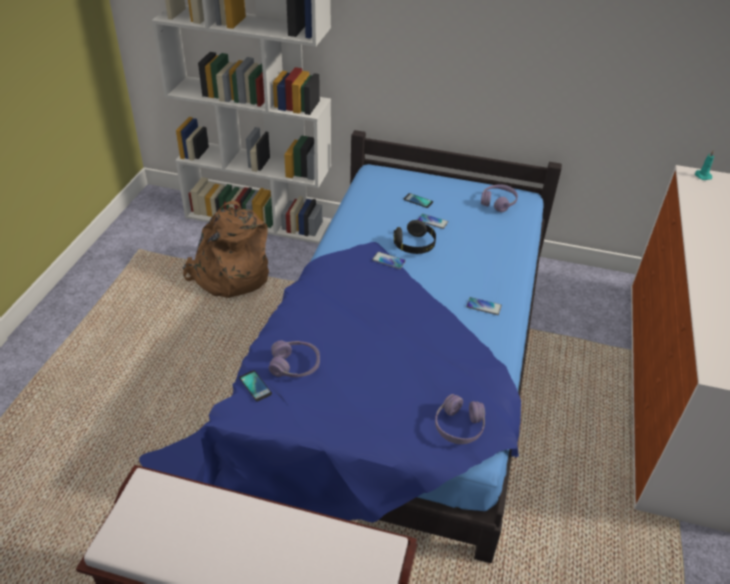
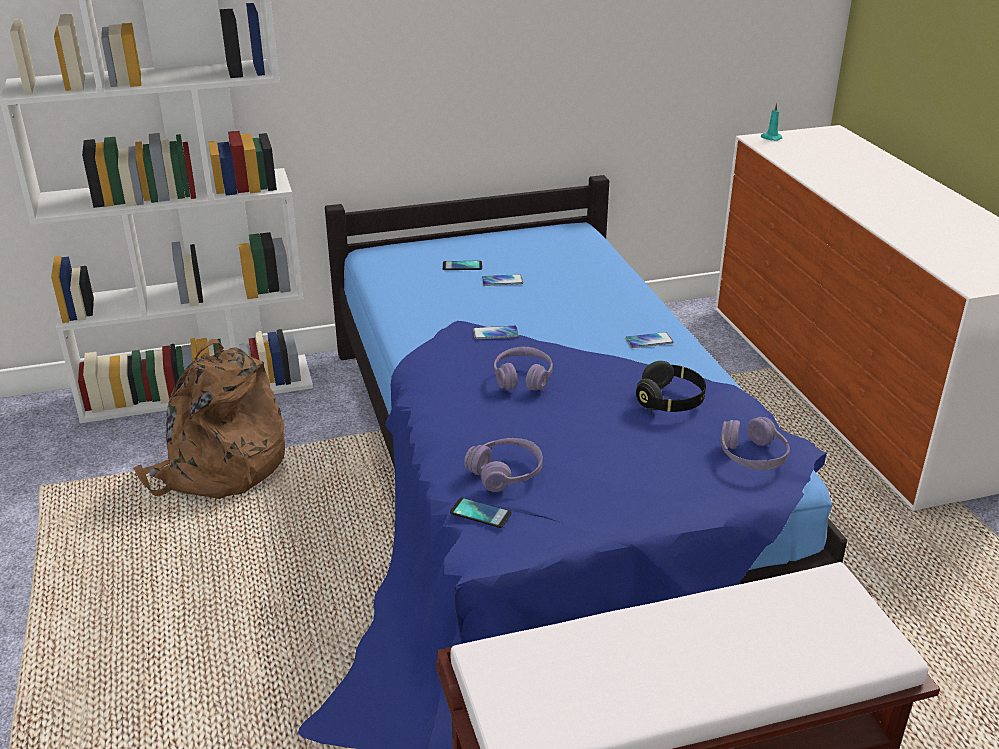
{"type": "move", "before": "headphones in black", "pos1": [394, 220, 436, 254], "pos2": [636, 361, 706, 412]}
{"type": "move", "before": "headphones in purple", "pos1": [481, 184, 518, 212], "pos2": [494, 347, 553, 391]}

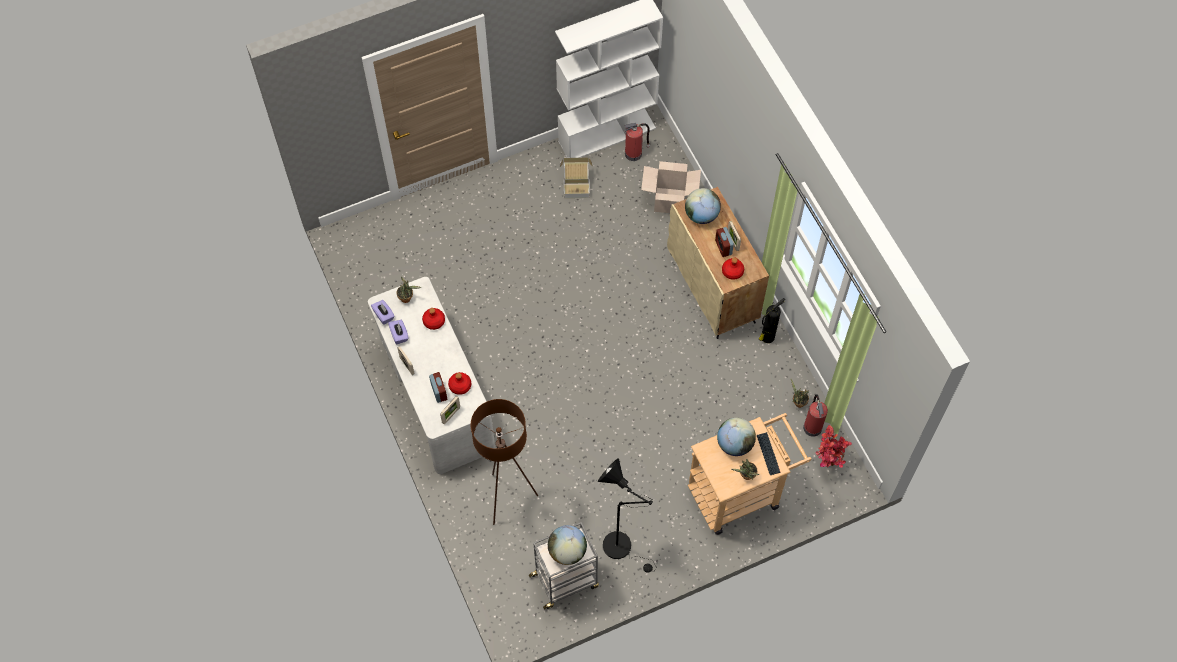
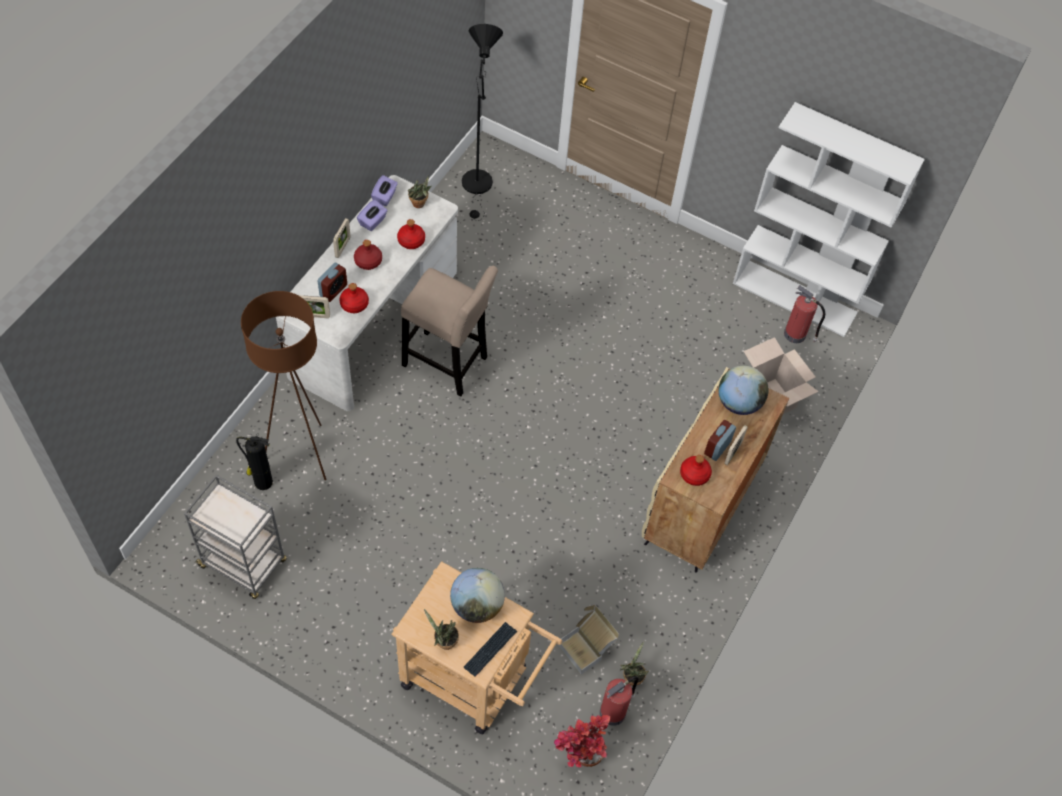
{"type": "delete", "before": "globe", "pos1": [548, 525, 587, 565]}
{"type": "move", "before": "cardboard box", "pos1": [560, 157, 593, 198], "pos2": [558, 605, 619, 674]}
{"type": "move", "before": "floor lamp in black", "pos1": [598, 458, 657, 573], "pos2": [462, 24, 503, 221]}
{"type": "move", "before": "fire extinguisher", "pos1": [759, 298, 785, 343], "pos2": [236, 433, 273, 490]}
{"type": "insert", "after": "bottle in red", "pos2": [354, 240, 382, 270]}
{"type": "insert", "after": "stool in beige", "pos2": [401, 266, 498, 396]}

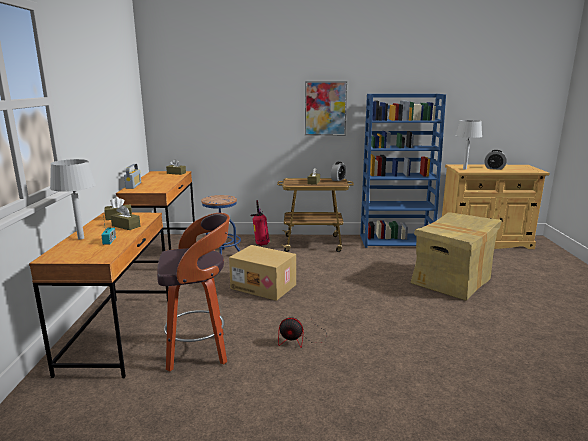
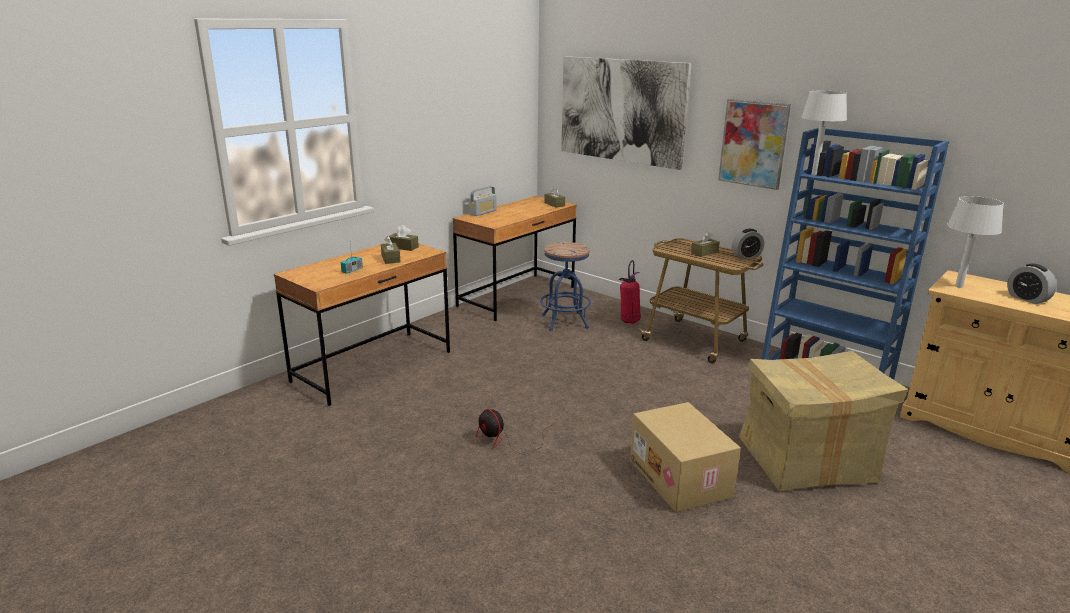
{"type": "move", "before": "table lamp in grey", "pos1": [50, 159, 96, 240], "pos2": [801, 91, 847, 175]}
{"type": "delete", "before": "stool", "pos1": [157, 213, 230, 371]}
{"type": "move", "before": "cardboard box", "pos1": [229, 245, 296, 301], "pos2": [630, 402, 741, 512]}
{"type": "insert", "after": "picture", "pos2": [561, 56, 692, 170]}

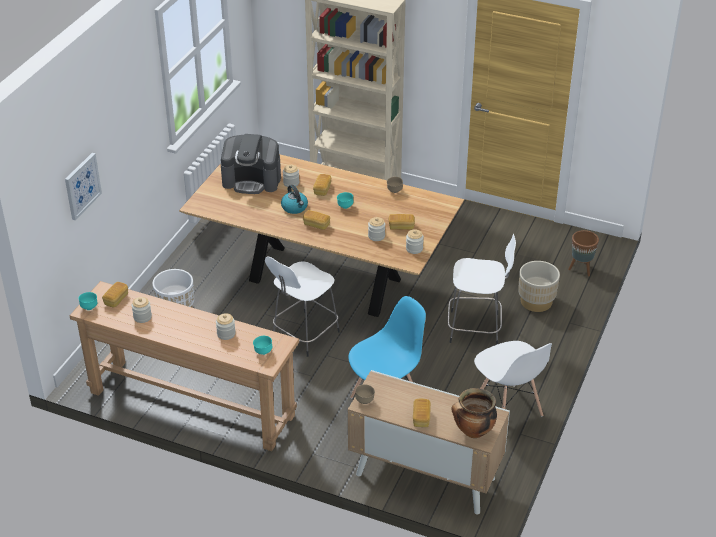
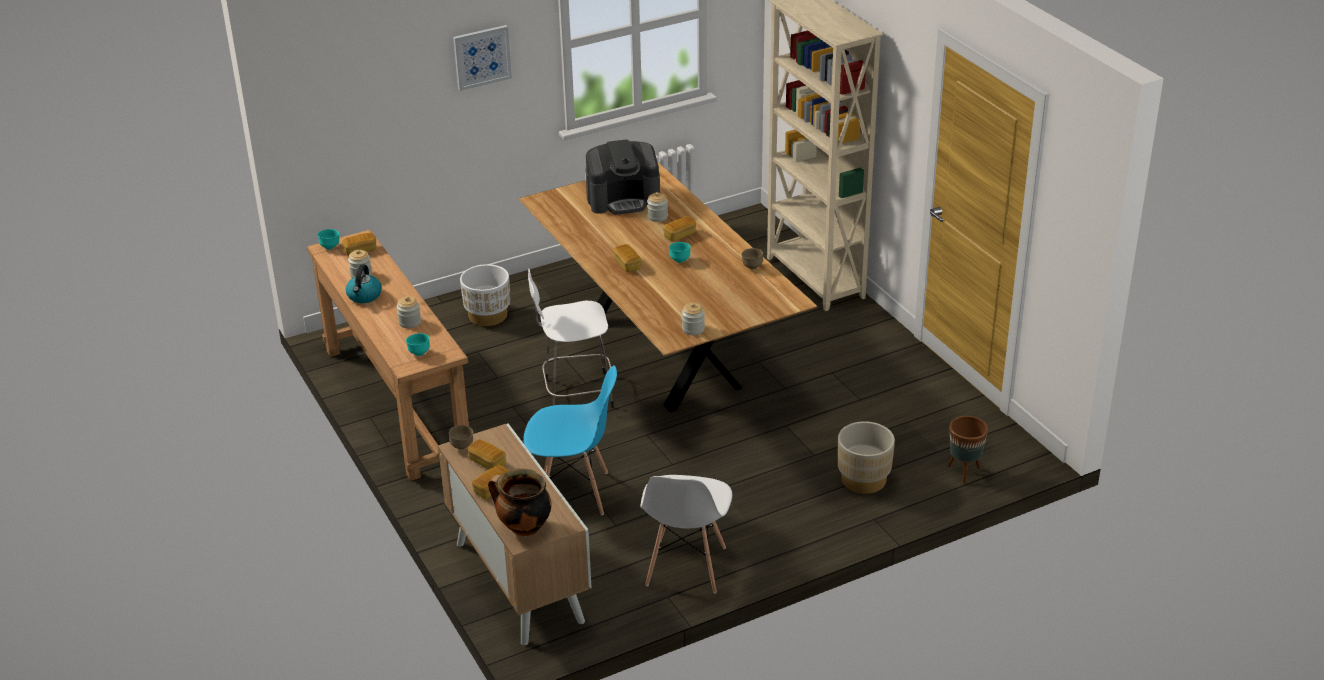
{"type": "move", "before": "picture", "pos1": [65, 153, 102, 221], "pos2": [453, 25, 512, 91]}
{"type": "rotate", "before": "coffee machine", "pos1": [221, 134, 281, 194], "pos2": [585, 140, 660, 215], "turn": -60}
{"type": "move", "before": "kettle", "pos1": [281, 185, 308, 214], "pos2": [346, 264, 382, 303]}
{"type": "delete", "before": "jar", "pos1": [368, 217, 385, 241]}
{"type": "move", "before": "bread", "pos1": [389, 214, 415, 230], "pos2": [468, 439, 506, 470]}
{"type": "delete", "before": "stool in white", "pos1": [448, 234, 516, 345]}

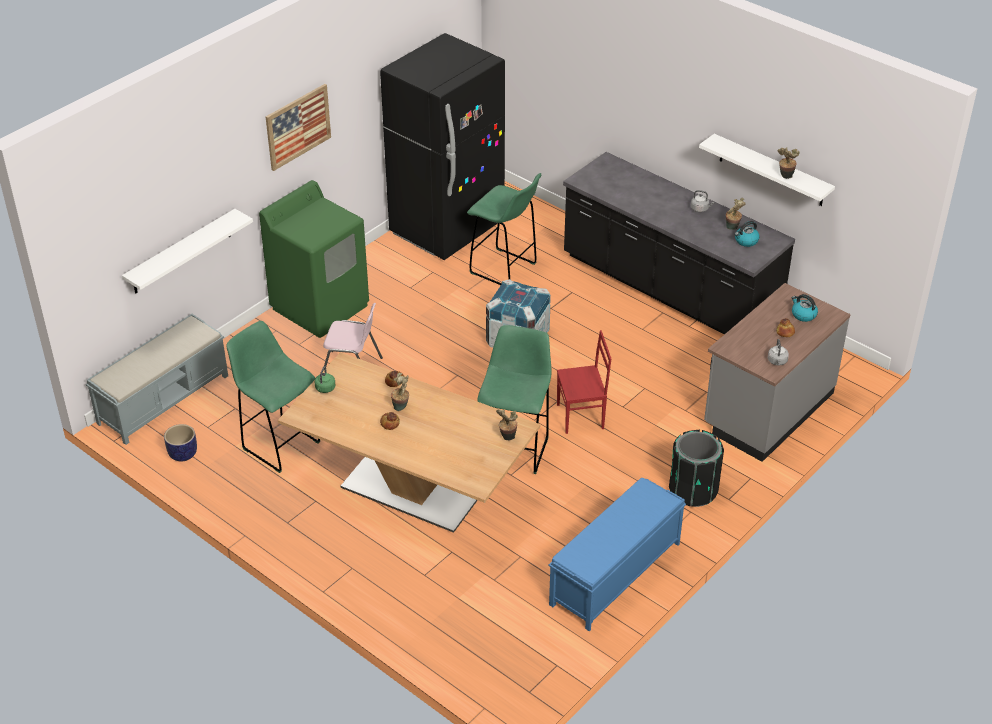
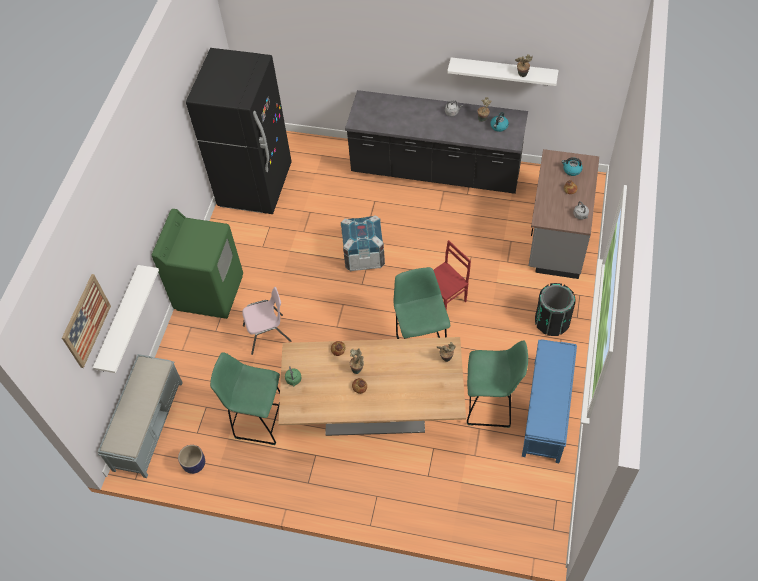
{"type": "move", "before": "picture", "pos1": [266, 84, 331, 171], "pos2": [62, 274, 111, 368]}
{"type": "move", "before": "stool in green", "pos1": [467, 173, 541, 285], "pos2": [467, 341, 528, 428]}

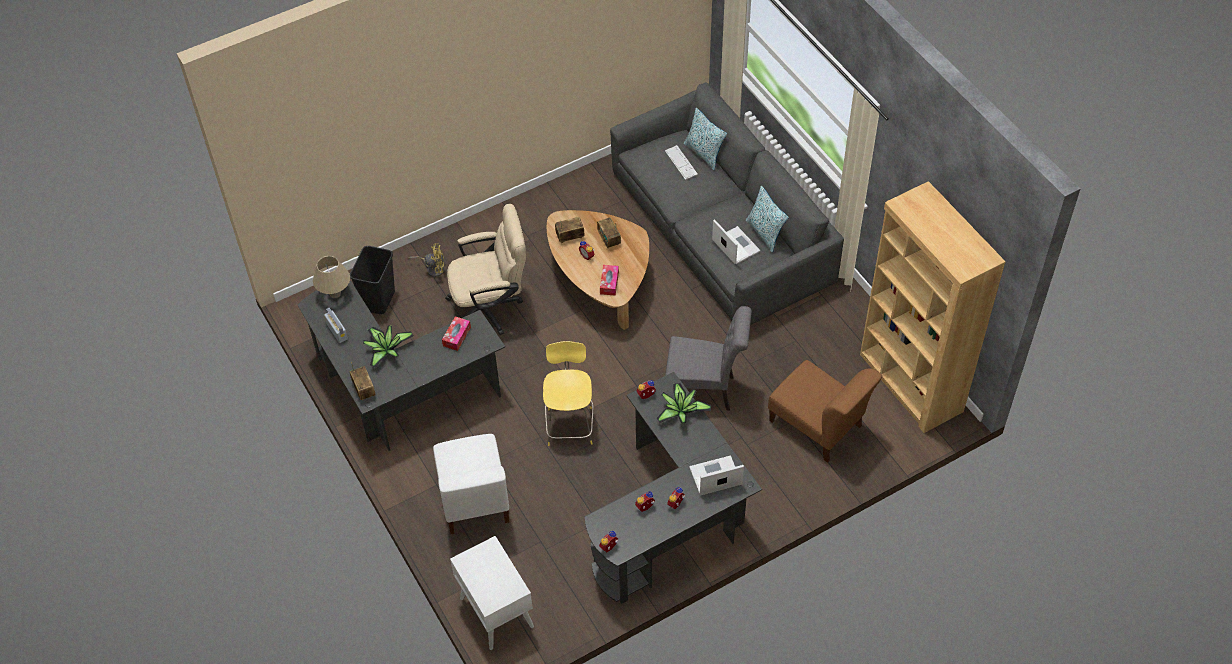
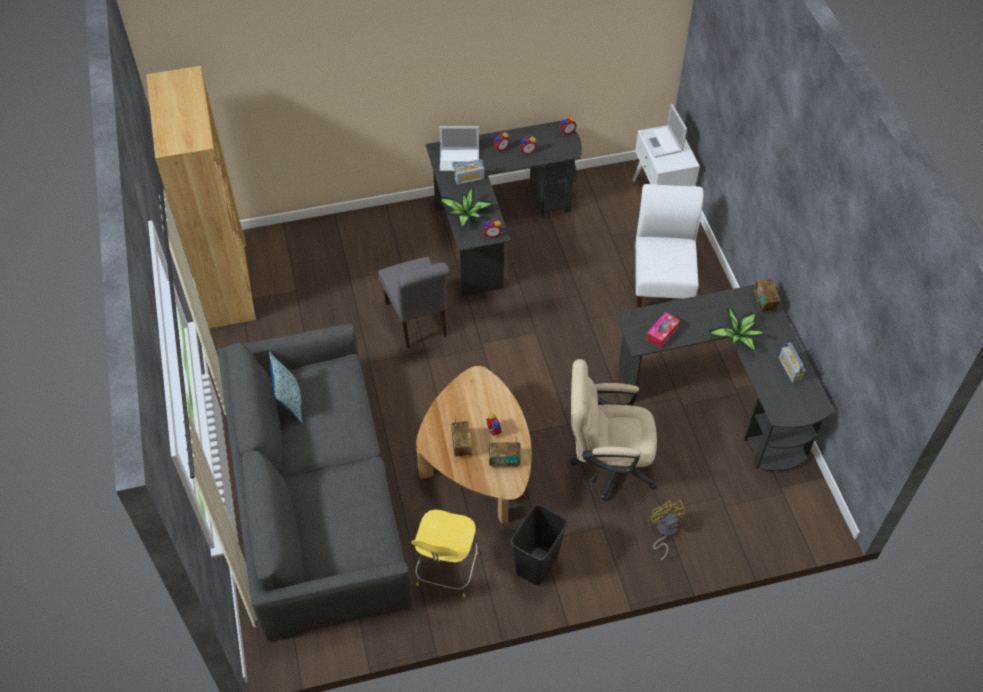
{"type": "delete", "before": "table lamp in beige", "pos1": [313, 256, 350, 298]}
{"type": "move", "before": "trash can in black", "pos1": [350, 246, 395, 314], "pos2": [510, 504, 568, 585]}
{"type": "rotate", "before": "fan in yellow", "pos1": [408, 243, 444, 277], "pos2": [650, 500, 685, 560], "turn": 60}
{"type": "move", "before": "stool in yellow", "pos1": [543, 341, 594, 446], "pos2": [411, 510, 478, 598]}
{"type": "delete", "before": "tissue box", "pos1": [600, 265, 619, 296]}
{"type": "delete", "before": "keyboard", "pos1": [665, 145, 698, 180]}
{"type": "rotate", "before": "chair in grey", "pos1": [665, 306, 752, 411], "pos2": [378, 257, 450, 348], "turn": -135}
{"type": "delete", "before": "pillow", "pos1": [684, 108, 727, 170]}
{"type": "move", "before": "laptop", "pos1": [712, 219, 760, 264], "pos2": [641, 104, 687, 158]}
{"type": "delete", "before": "chair in brown", "pos1": [768, 360, 882, 463]}
{"type": "insert", "after": "radio", "pos2": [454, 159, 485, 185]}

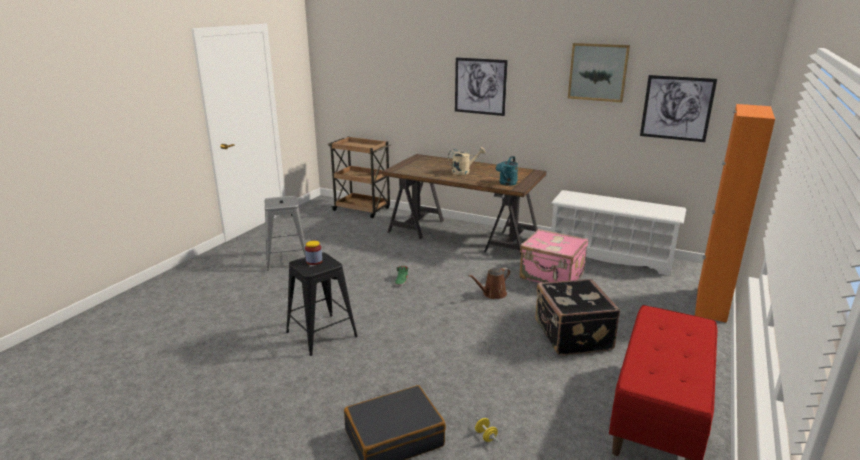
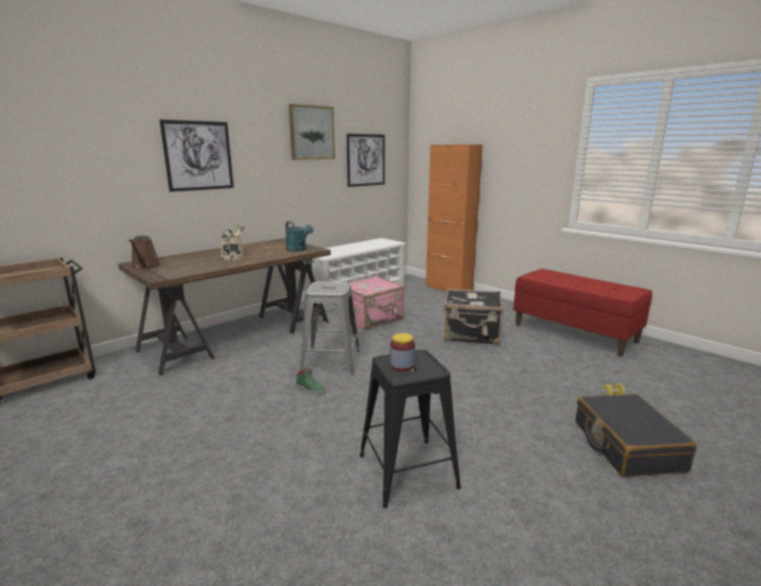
{"type": "move", "before": "stool in grey", "pos1": [265, 196, 310, 271], "pos2": [300, 282, 360, 375]}
{"type": "move", "before": "watering can in brown", "pos1": [469, 267, 510, 299], "pos2": [129, 235, 161, 270]}

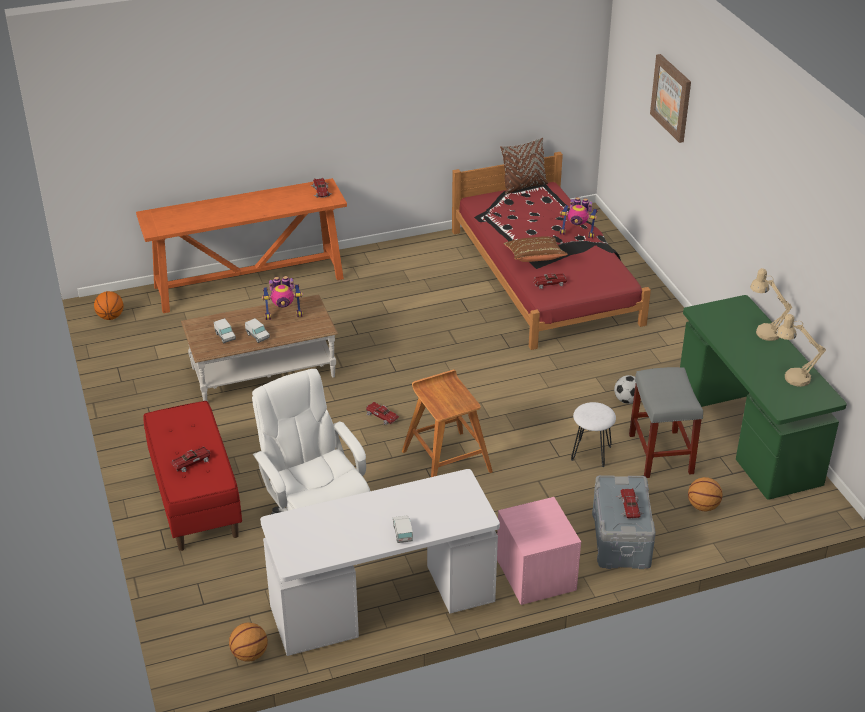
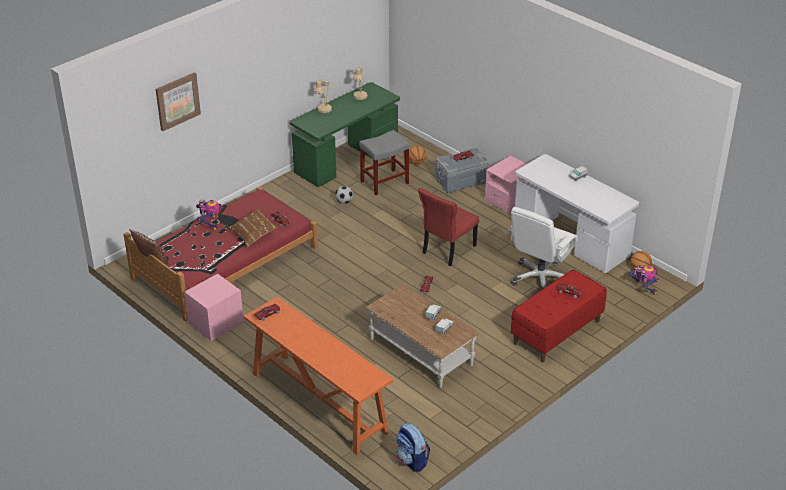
{"type": "replace", "before": "basketball", "after": "backpack", "pos1": [94, 291, 123, 320], "pos2": [397, 423, 430, 472]}
{"type": "move", "before": "toy robot", "pos1": [262, 276, 303, 320], "pos2": [628, 265, 659, 295]}
{"type": "replace", "before": "stool in brown", "after": "chair in red", "pos1": [402, 370, 493, 477], "pos2": [418, 188, 479, 266]}
{"type": "delete", "before": "stool in white", "pos1": [571, 402, 616, 467]}
{"type": "insert", "after": "nightstand in pink", "pos2": [184, 274, 244, 341]}

